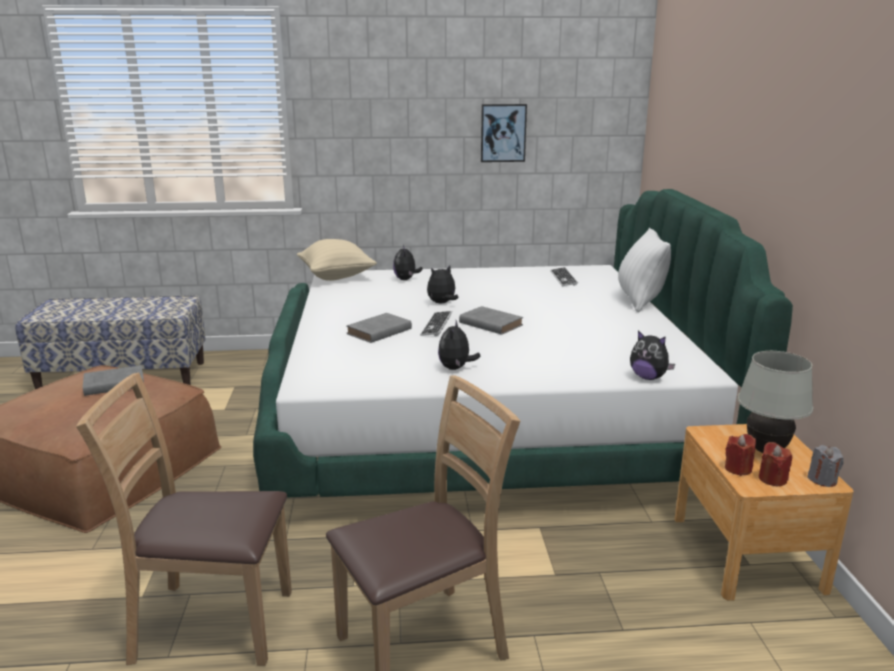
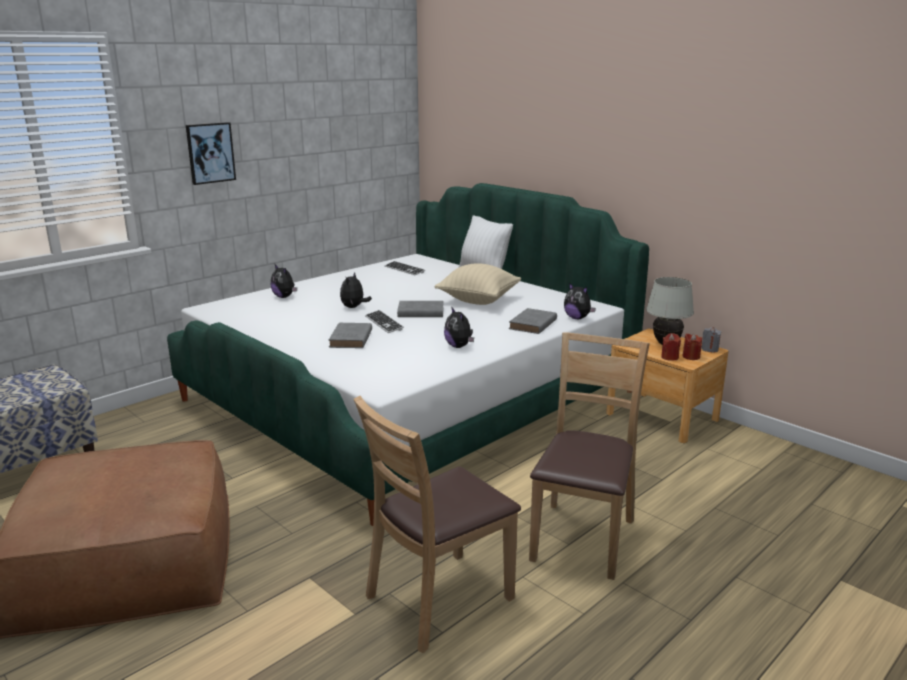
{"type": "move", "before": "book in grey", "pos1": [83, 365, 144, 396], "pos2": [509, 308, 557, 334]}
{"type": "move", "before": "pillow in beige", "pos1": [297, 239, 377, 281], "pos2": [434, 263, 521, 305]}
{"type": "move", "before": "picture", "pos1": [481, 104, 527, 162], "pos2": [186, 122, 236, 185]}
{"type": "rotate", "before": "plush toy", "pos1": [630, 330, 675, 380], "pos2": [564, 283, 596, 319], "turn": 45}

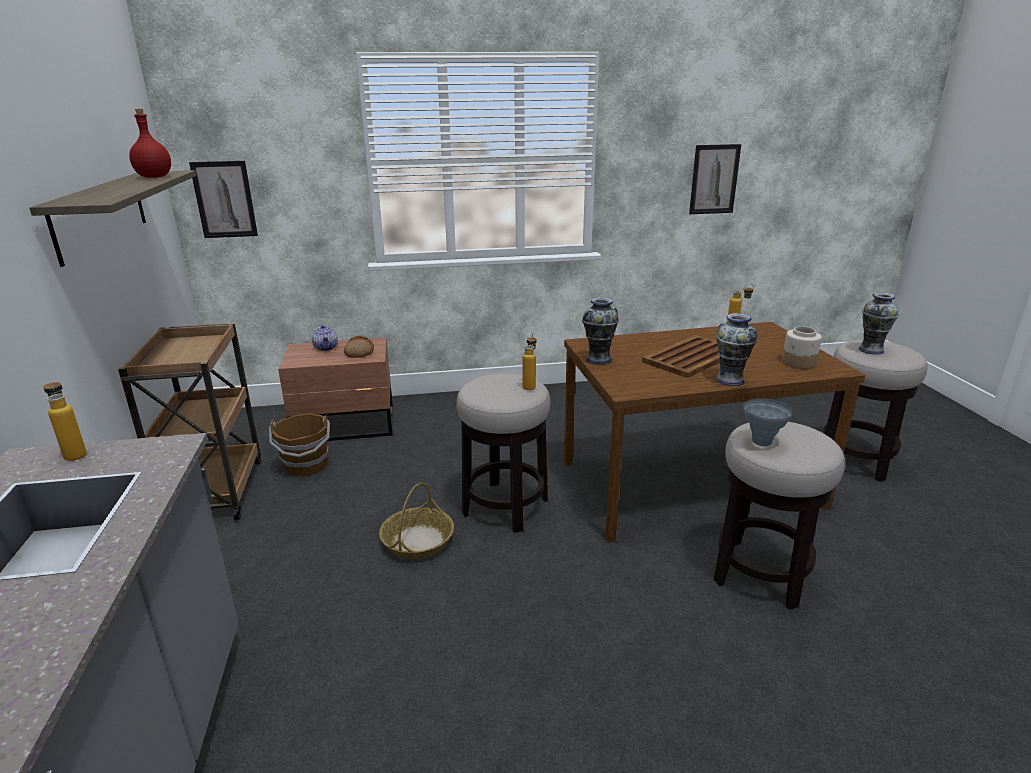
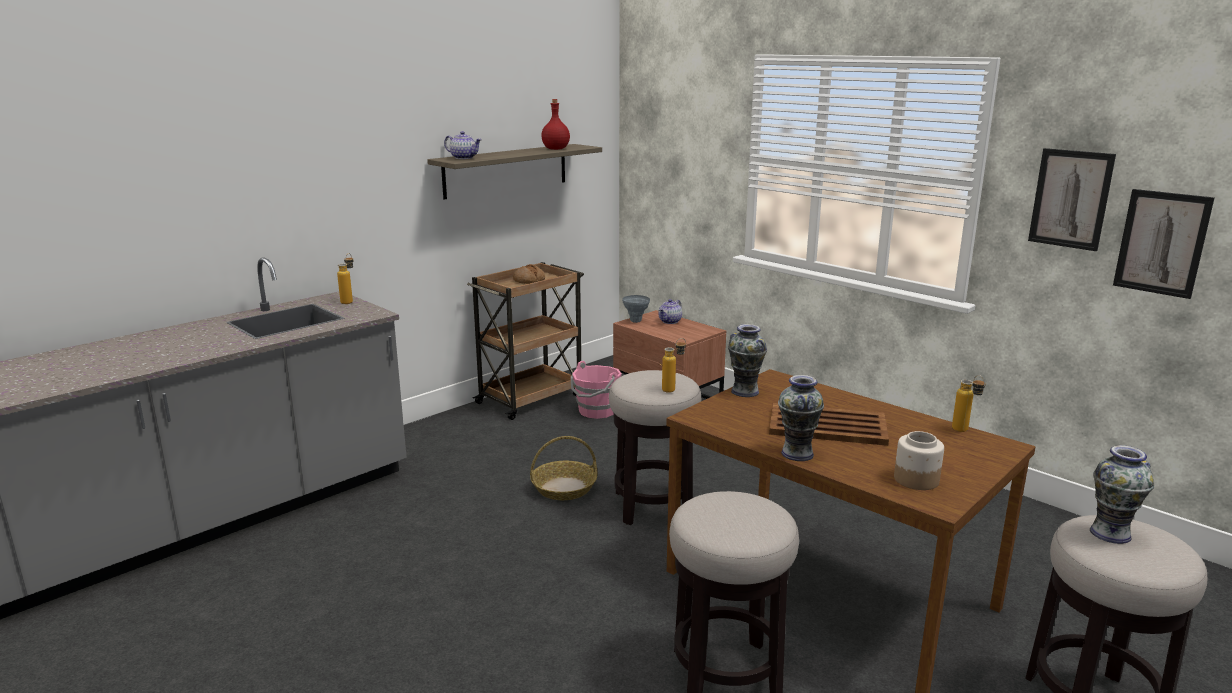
{"type": "move", "before": "picture", "pos1": [189, 161, 258, 238], "pos2": [1028, 148, 1116, 251]}
{"type": "recolor", "before": "bucket in brown", "after": "bucket in pink", "pos1": [269, 413, 330, 476], "pos2": [570, 361, 622, 419]}
{"type": "move", "before": "bread", "pos1": [344, 336, 374, 358], "pos2": [513, 264, 545, 284]}
{"type": "move", "before": "vase in grey", "pos1": [743, 398, 793, 446], "pos2": [622, 295, 650, 323]}
{"type": "insert", "after": "teapot", "pos2": [444, 131, 482, 159]}

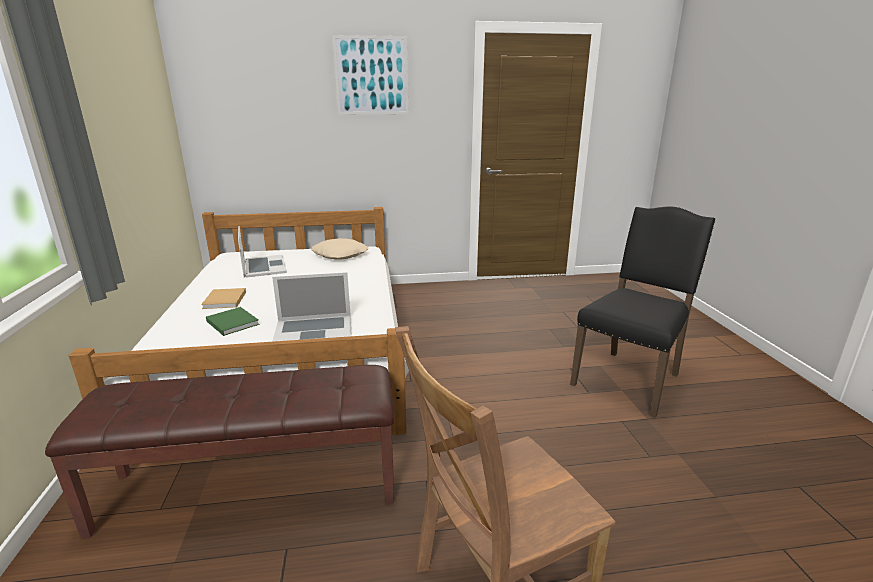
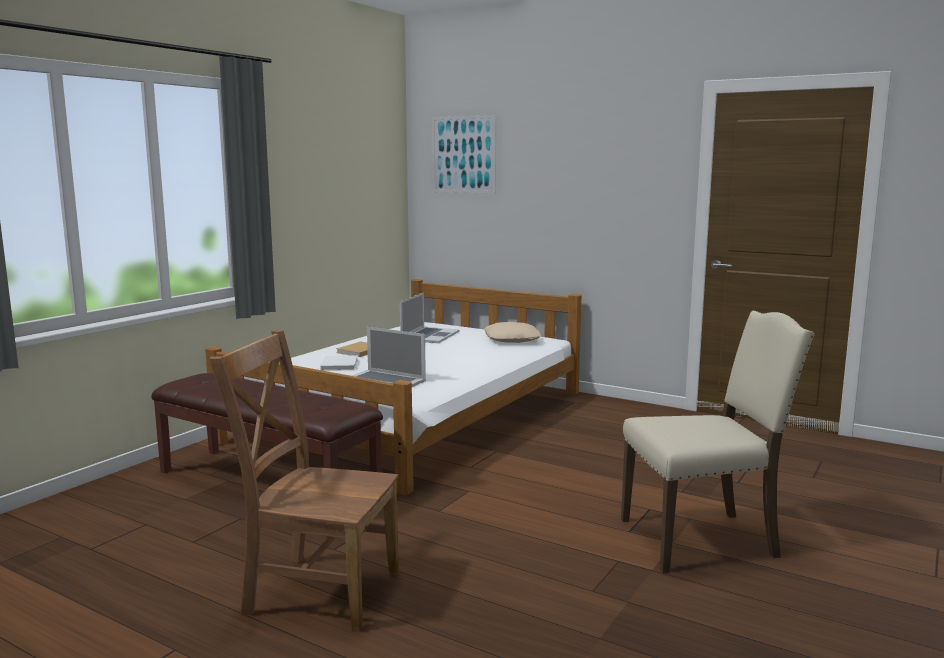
{"type": "recolor", "before": "book in green", "after": "book in white", "pos1": [206, 307, 259, 336], "pos2": [320, 355, 358, 371]}
{"type": "move", "before": "picture", "pos1": [332, 35, 409, 115], "pos2": [432, 115, 496, 194]}
{"type": "recolor", "before": "chair in black", "after": "chair in beige", "pos1": [570, 206, 715, 418], "pos2": [621, 311, 815, 573]}

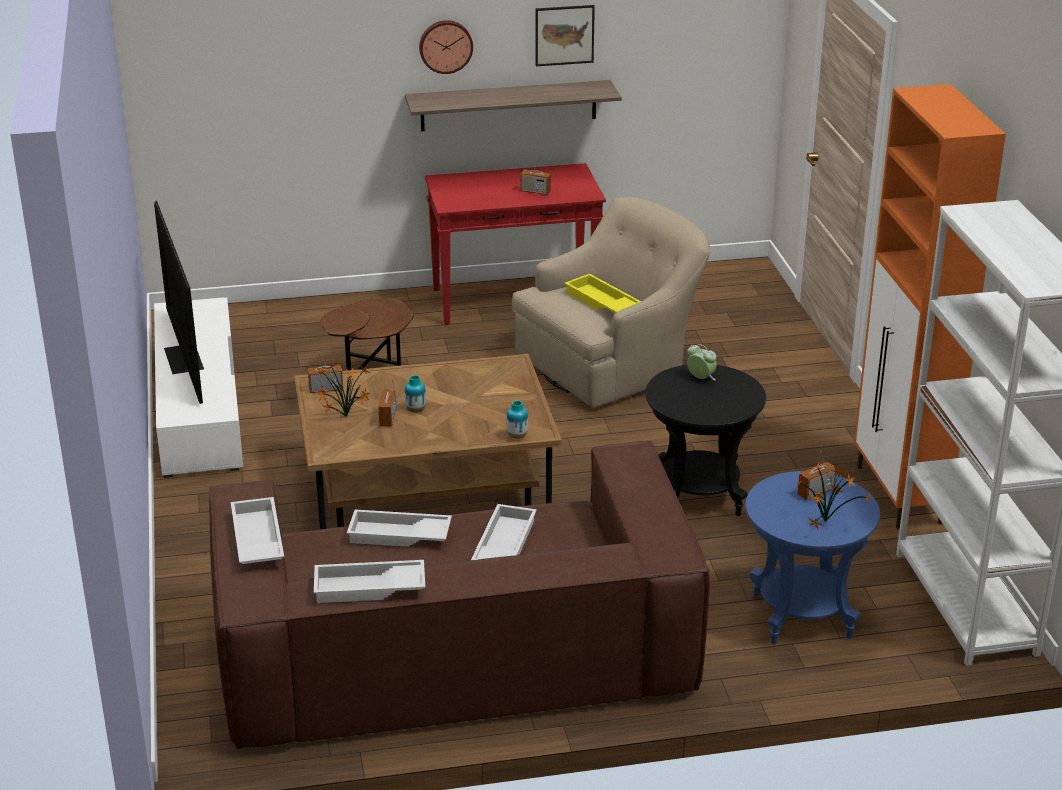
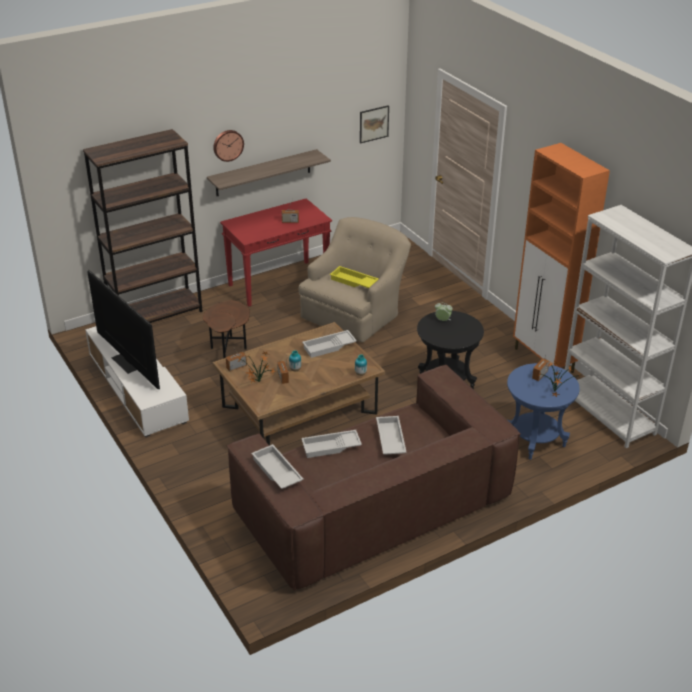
{"type": "move", "before": "tray in white", "pos1": [314, 560, 425, 603], "pos2": [302, 330, 357, 358]}
{"type": "move", "before": "picture", "pos1": [535, 5, 595, 66], "pos2": [360, 105, 389, 144]}
{"type": "insert", "after": "bookcase in brown", "pos2": [83, 129, 203, 323]}

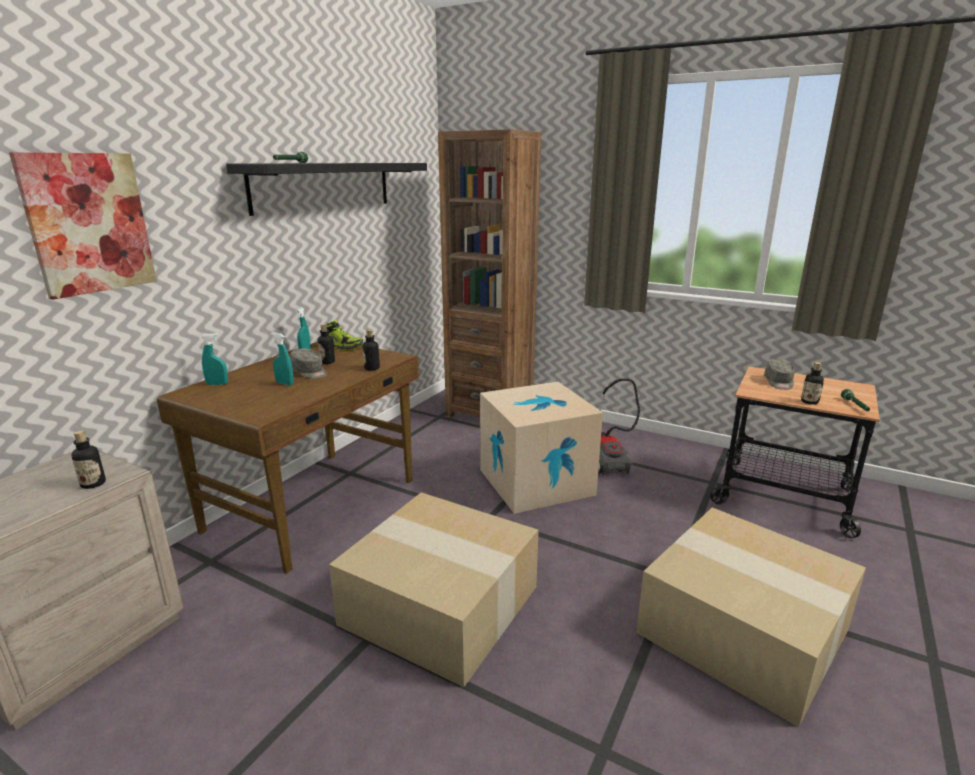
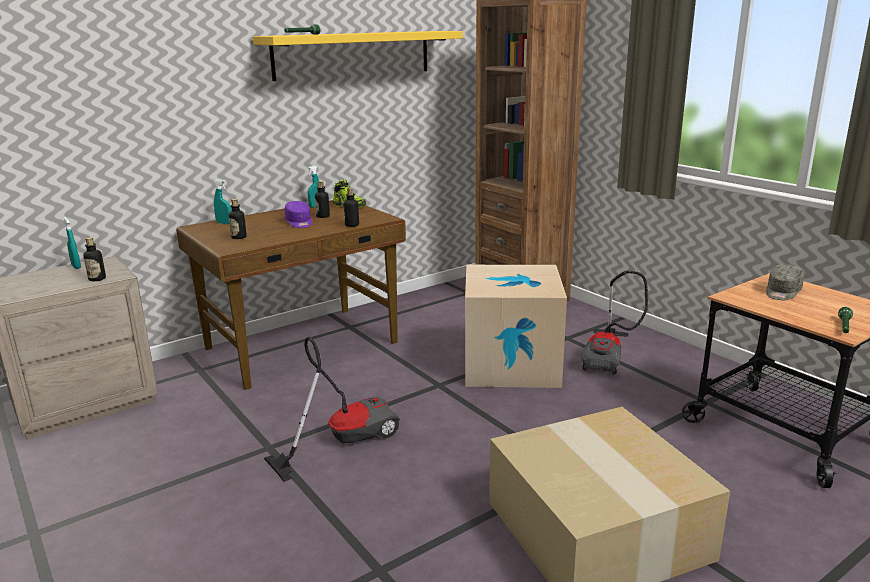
{"type": "delete", "before": "picture", "pos1": [9, 152, 157, 300]}
{"type": "recolor", "before": "shelf in black", "after": "shelf in yellow", "pos1": [226, 163, 427, 216], "pos2": [253, 31, 463, 81]}
{"type": "move", "before": "spray bottle in turquoise", "pos1": [271, 332, 294, 386], "pos2": [64, 217, 81, 269]}
{"type": "recolor", "before": "cap in grey", "after": "cap in purple", "pos1": [290, 348, 327, 379], "pos2": [285, 201, 312, 228]}
{"type": "replace", "before": "cardboard box", "after": "vacuum cleaner", "pos1": [329, 492, 539, 687], "pos2": [264, 337, 400, 482]}
{"type": "move", "before": "bottle", "pos1": [801, 362, 824, 405], "pos2": [229, 199, 247, 239]}

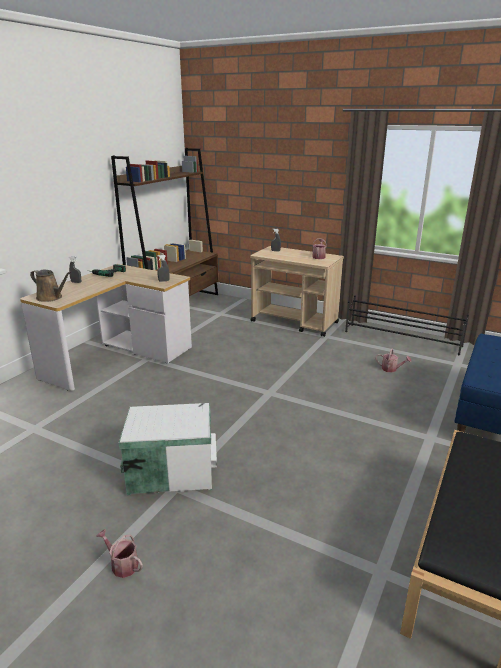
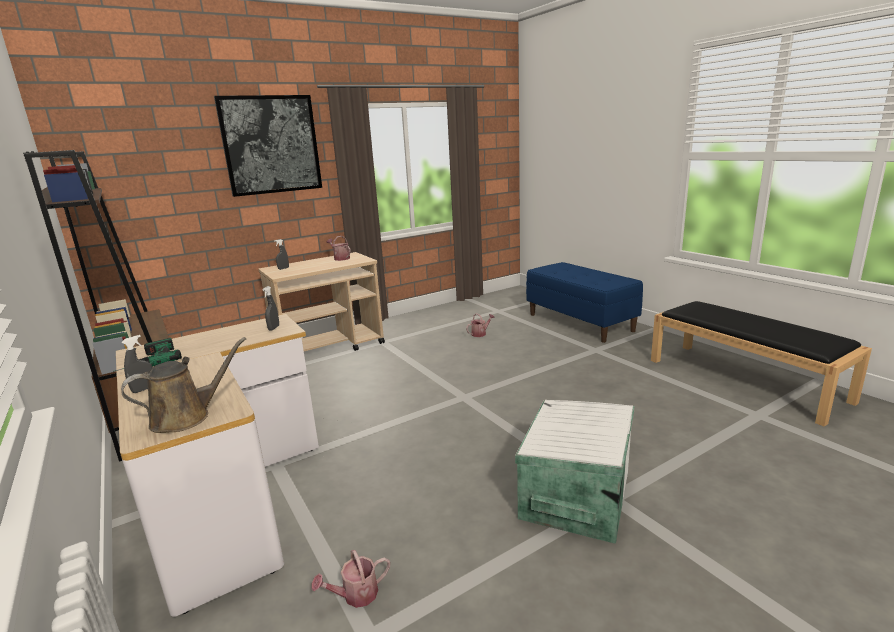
{"type": "move", "before": "watering can", "pos1": [96, 529, 143, 578], "pos2": [311, 550, 390, 608]}
{"type": "delete", "before": "shoe rack in black", "pos1": [345, 295, 469, 355]}
{"type": "insert", "after": "picture", "pos2": [214, 95, 322, 197]}

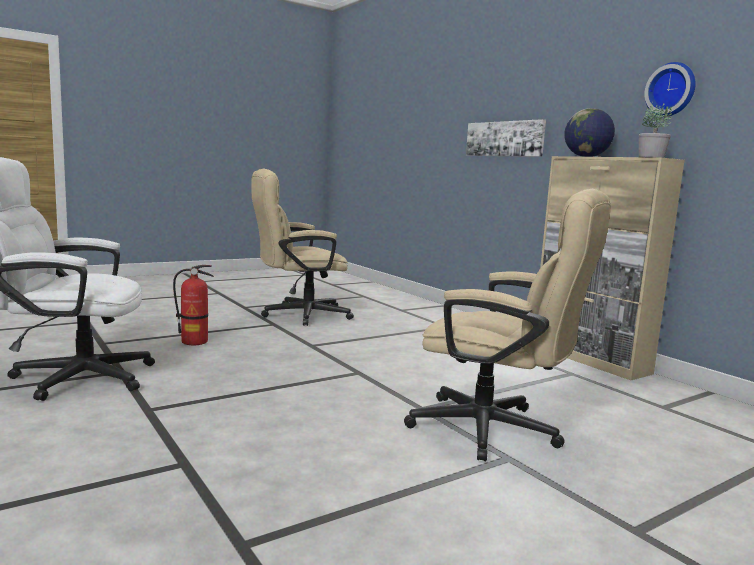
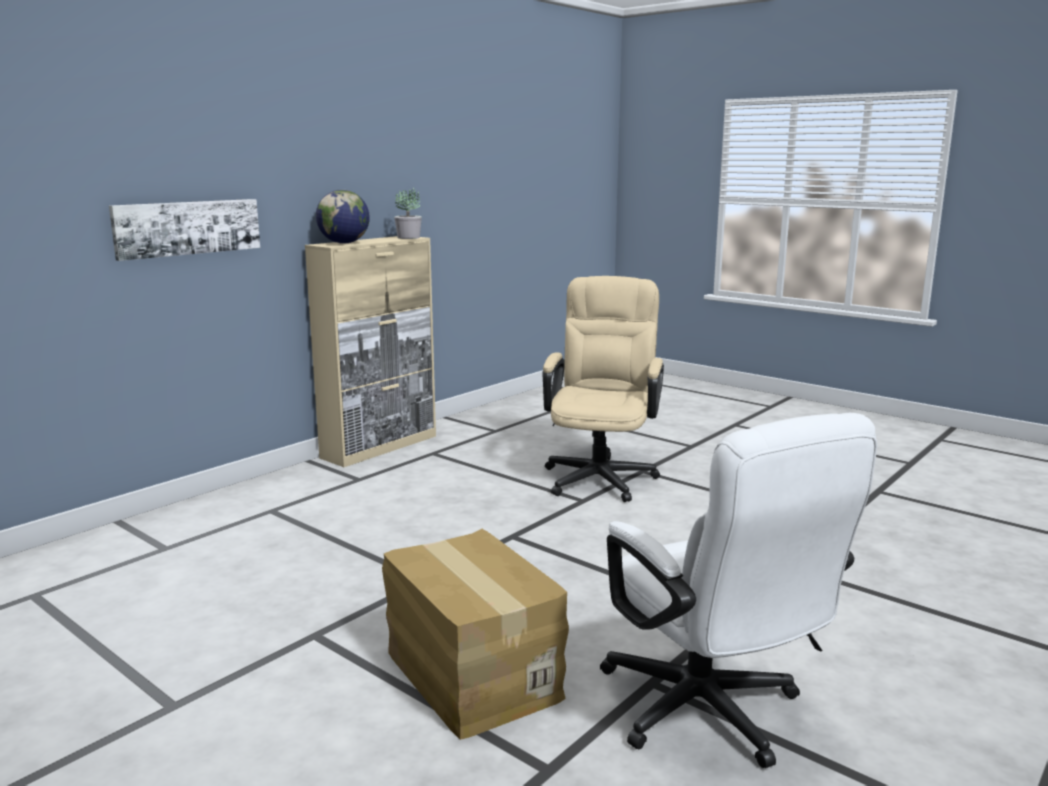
{"type": "replace", "before": "fire extinguisher", "after": "cardboard box", "pos1": [173, 265, 214, 345], "pos2": [382, 529, 569, 740]}
{"type": "delete", "before": "office chair in beige", "pos1": [251, 169, 354, 326]}
{"type": "delete", "before": "wall clock", "pos1": [644, 62, 696, 117]}

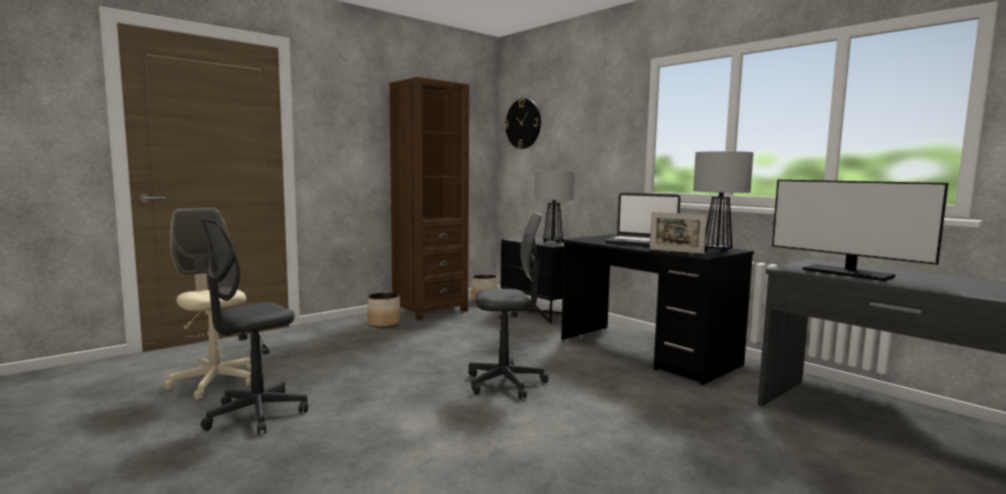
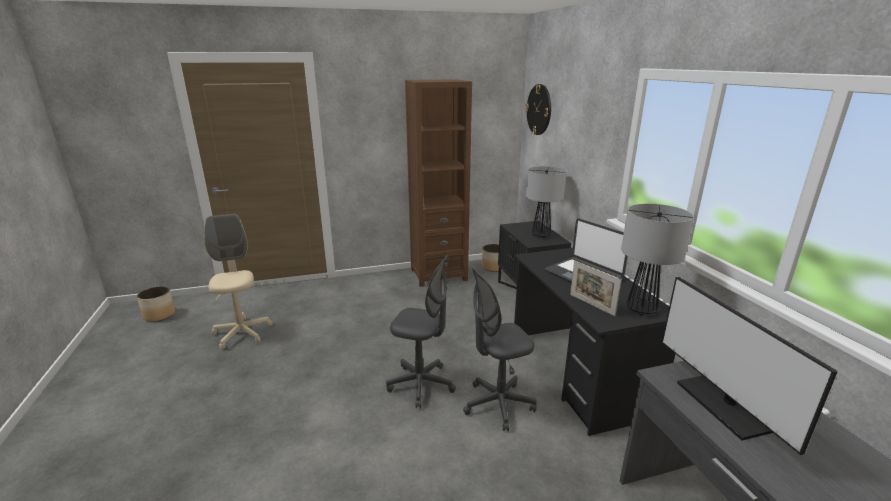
{"type": "move", "before": "office chair in grey", "pos1": [200, 218, 308, 435], "pos2": [463, 268, 537, 431]}
{"type": "move", "before": "planter", "pos1": [368, 292, 400, 328], "pos2": [137, 286, 175, 322]}

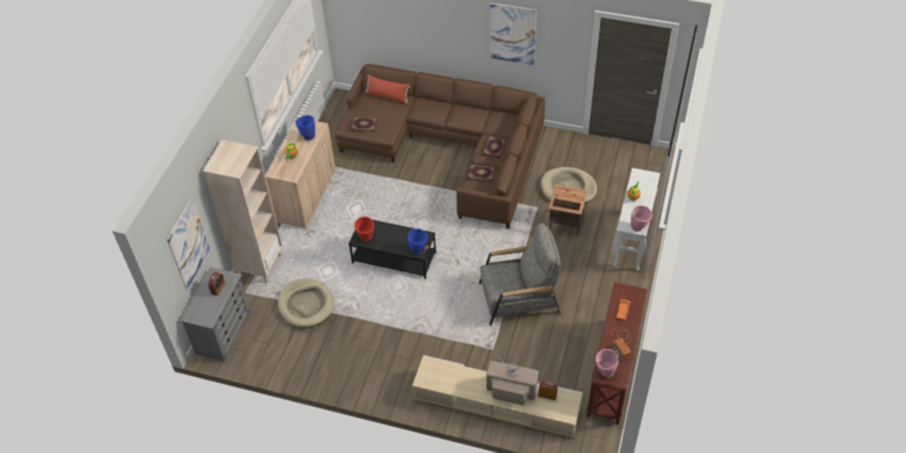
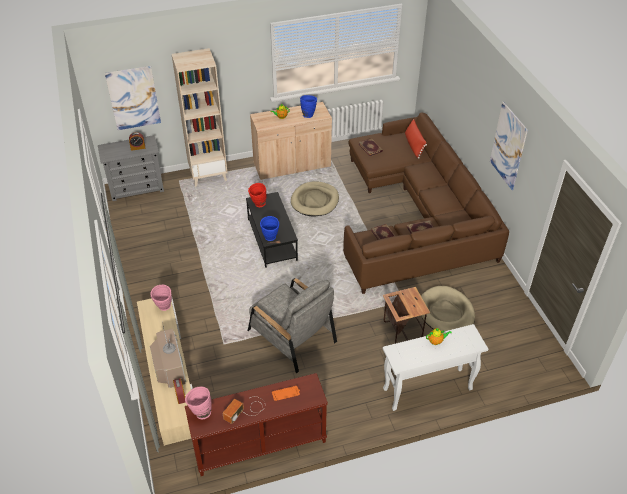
{"type": "move", "before": "dog bed in beige", "pos1": [278, 278, 335, 328], "pos2": [291, 181, 339, 216]}
{"type": "move", "before": "vase in pink", "pos1": [631, 205, 653, 232], "pos2": [150, 285, 172, 311]}

